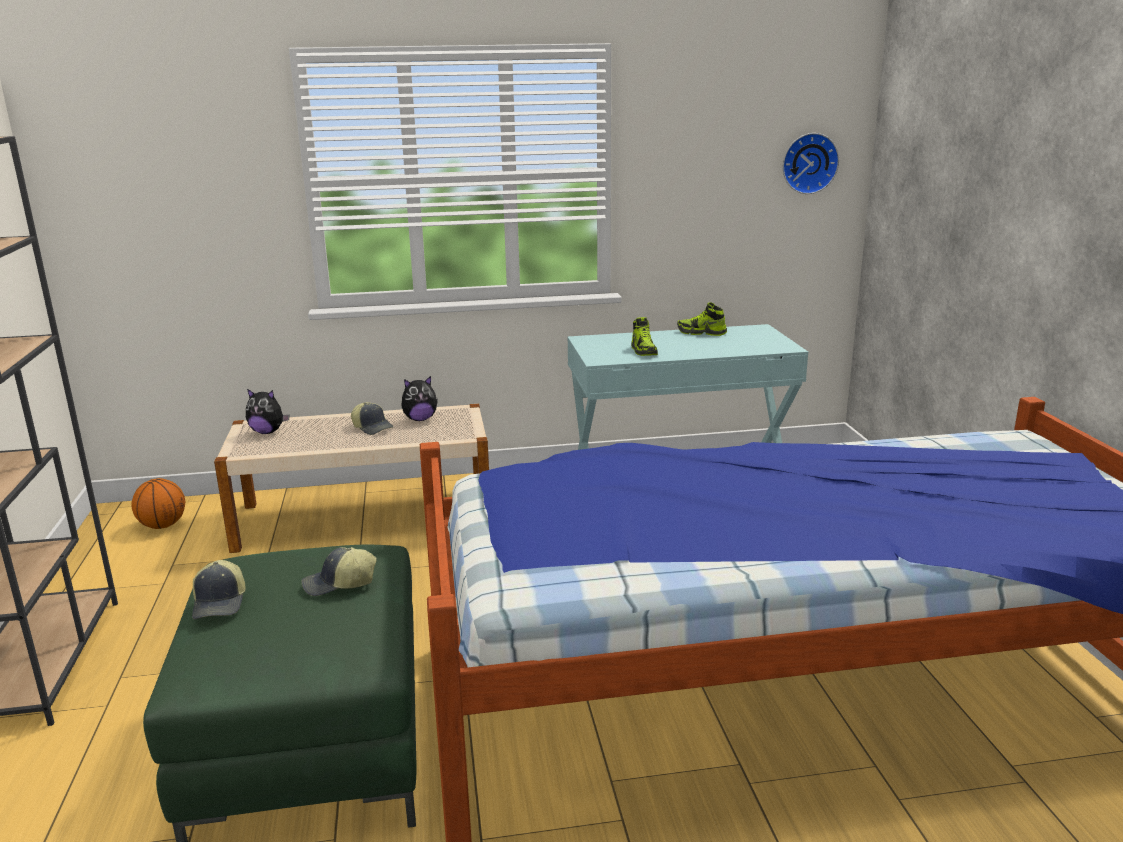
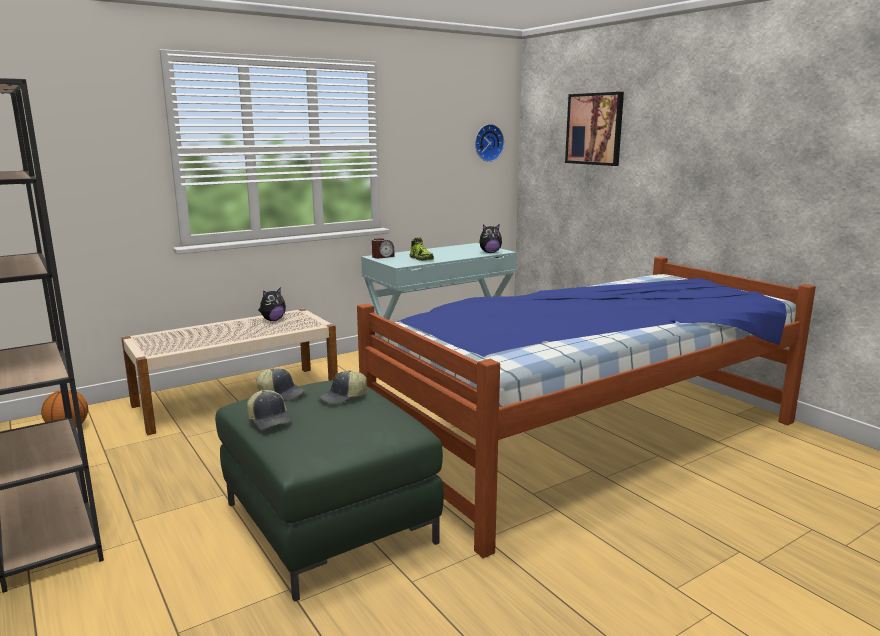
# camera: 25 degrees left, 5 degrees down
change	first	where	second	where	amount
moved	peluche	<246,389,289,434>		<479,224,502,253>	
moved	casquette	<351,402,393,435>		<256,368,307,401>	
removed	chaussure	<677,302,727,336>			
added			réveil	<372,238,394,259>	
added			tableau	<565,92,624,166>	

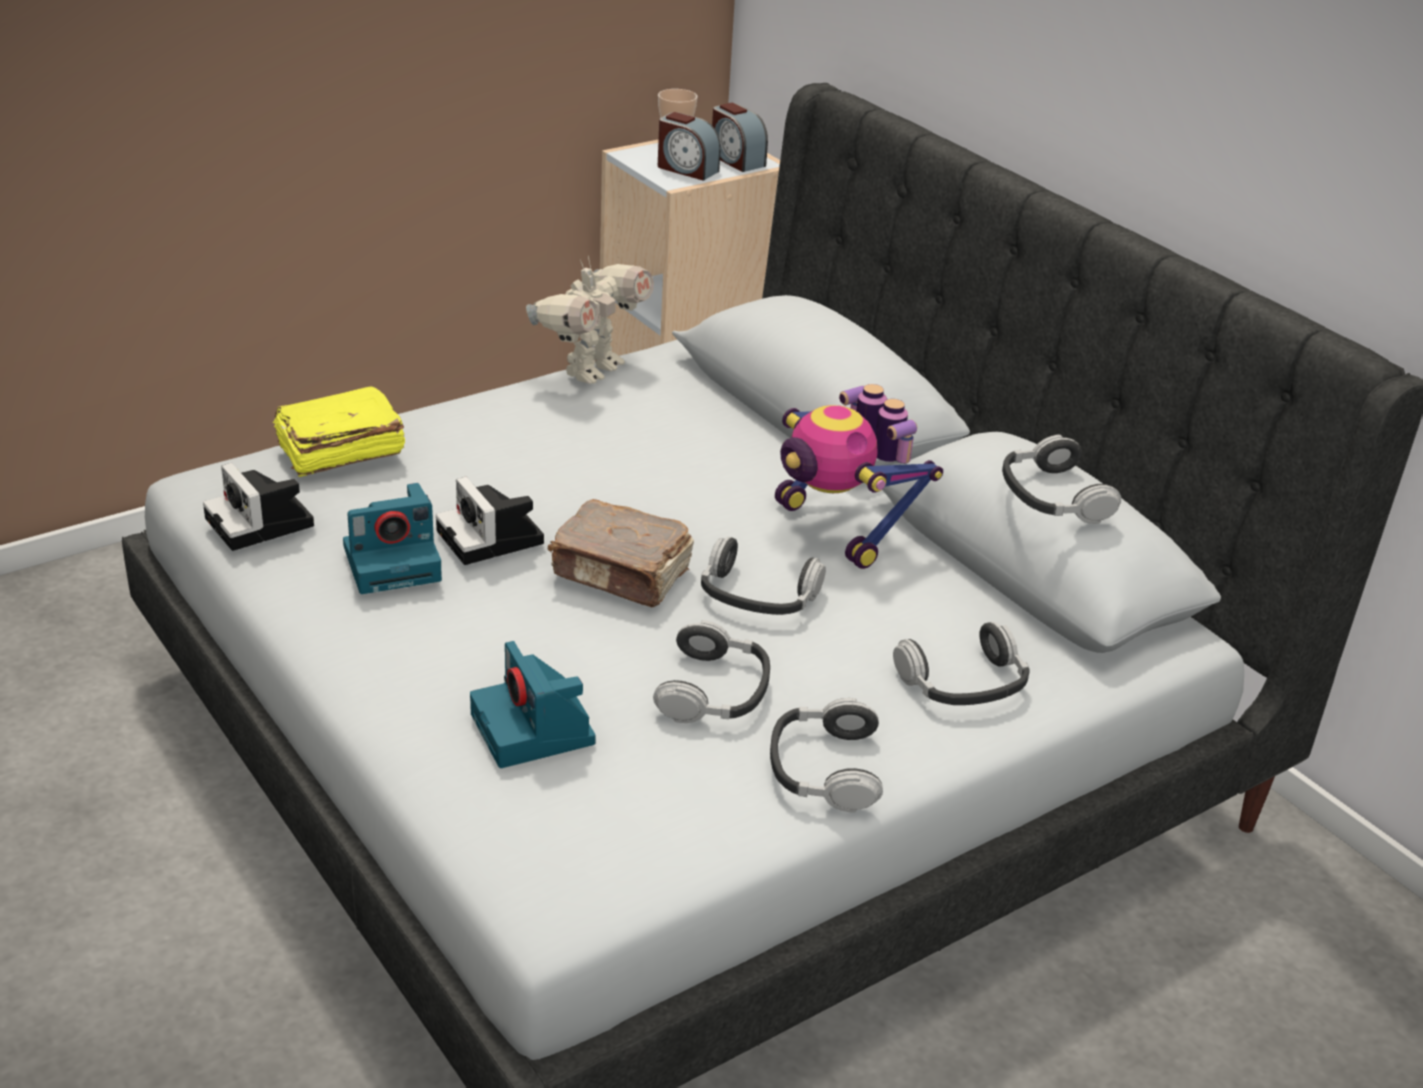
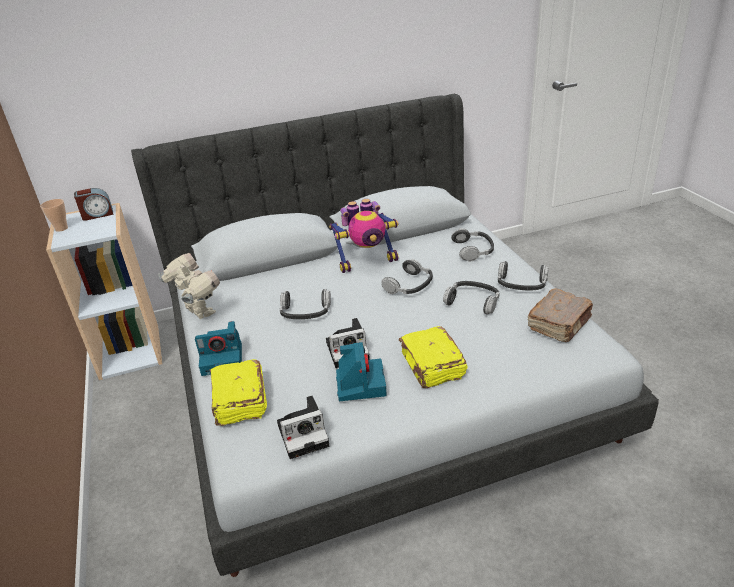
# camera: 70 degrees left, 0 degrees up
change	first	where	second	where	amount
moved	appareil photo	<470,641,596,768>		<195,321,242,376>	
moved	livre [marron]	<548,499,694,608>		<527,288,593,342>	
removed	réveil	<658,112,721,181>			
moved	casque audio	<1002,435,1121,524>		<280,289,331,319>	
added			livre [jaune]	<399,326,467,388>	

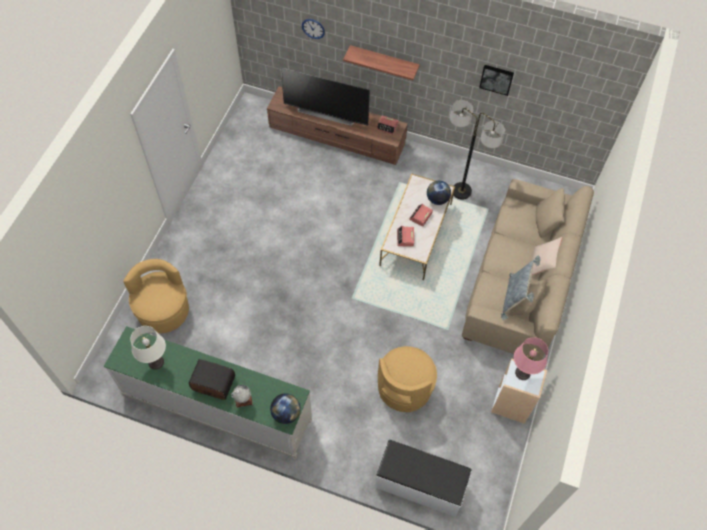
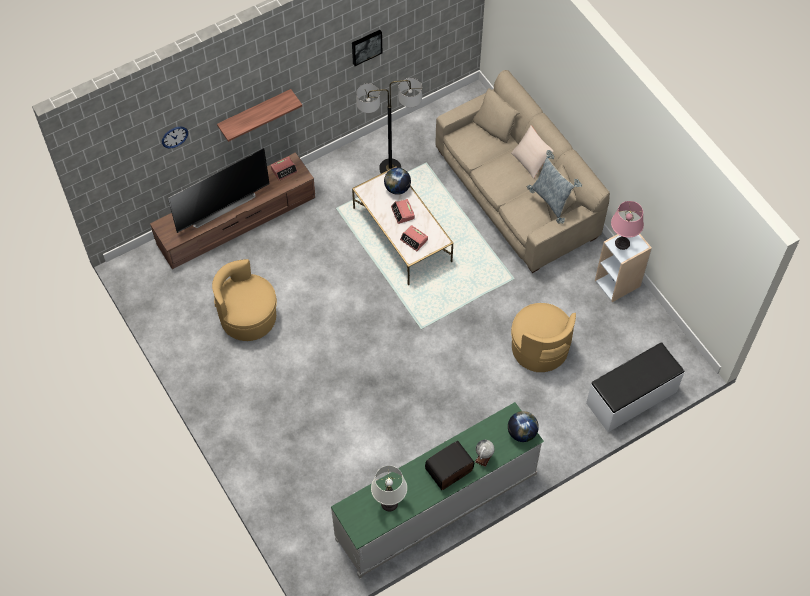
# camera: 50 degrees left, 0 degrees up
change	first	where	second	where	amount
moved	fauteuil [beige]	<124,259,189,333>		<212,259,277,341>	

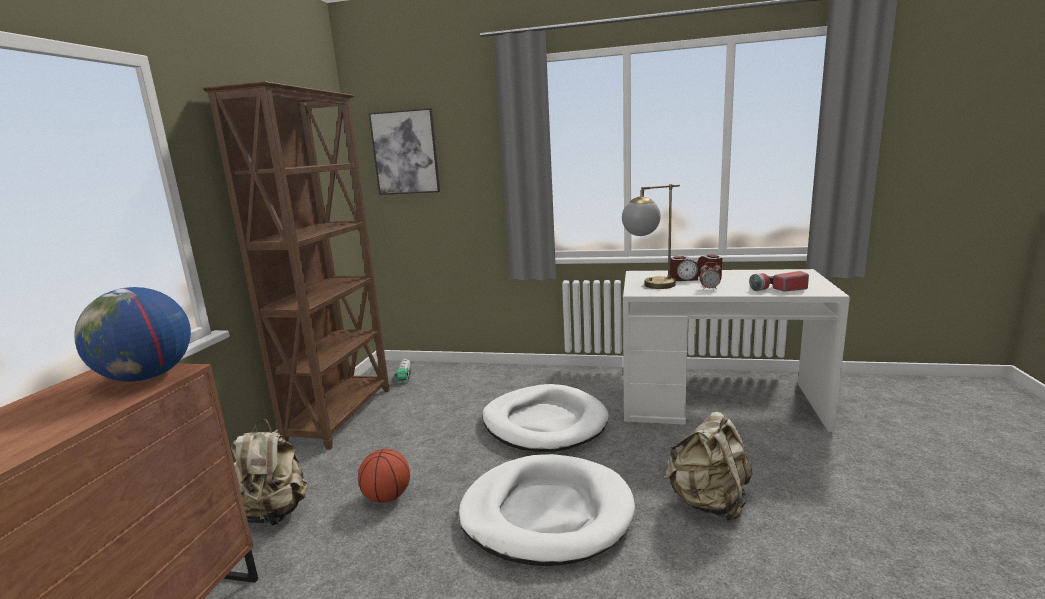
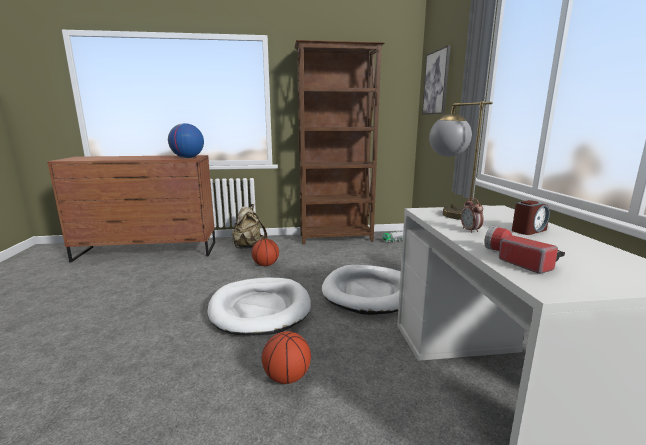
# camera: 70 degrees right, 0 degrees up
change	first	where	second	where	amount
replaced	sac à dos [beige]	<665,412,753,522>	ballon de basket	<262,331,311,384>	
removed	réveil	<670,256,699,281>			

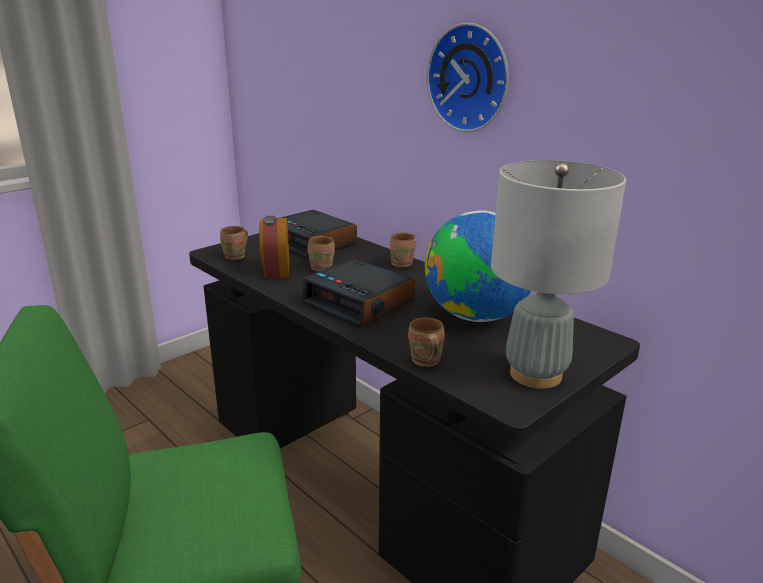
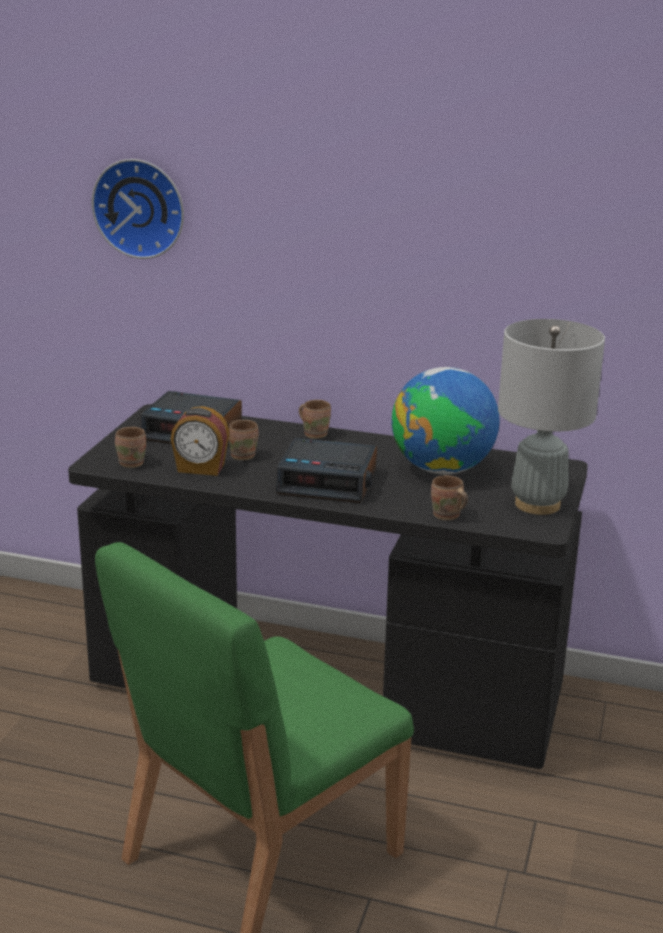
# camera: 30 degrees left, 0 degrees up
change	first	where	second	where	amount
turned	réveil	<259,216,290,278>		<171,406,229,476>	45 degrees counterclockwise
moved	horloge murale	<427,23,509,132>		<92,159,184,259>	

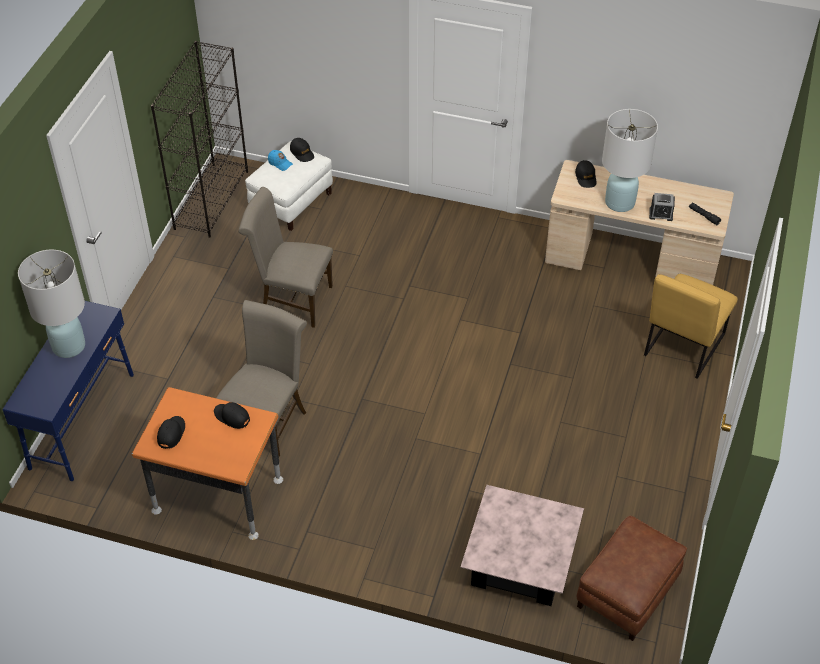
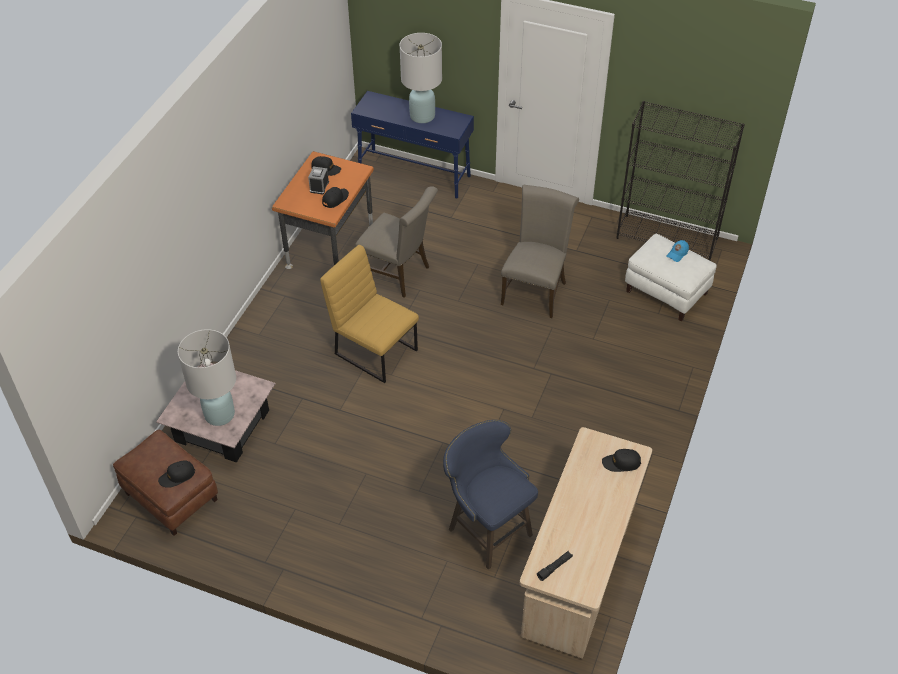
# camera: 95 degrees right, 0 degrees up
change	first	where	second	where	amount
moved	casquette [noir]	<290,138,314,162>		<158,460,195,488>	
moved	lampe de table [blanc]	<602,109,658,212>		<178,329,236,426>	
moved	chaise [jaune]	<644,274,738,379>		<320,245,419,383>	
moved	réveil	<649,193,675,221>		<308,166,329,194>	
added			tabouret [bleu]	<443,420,538,570>	

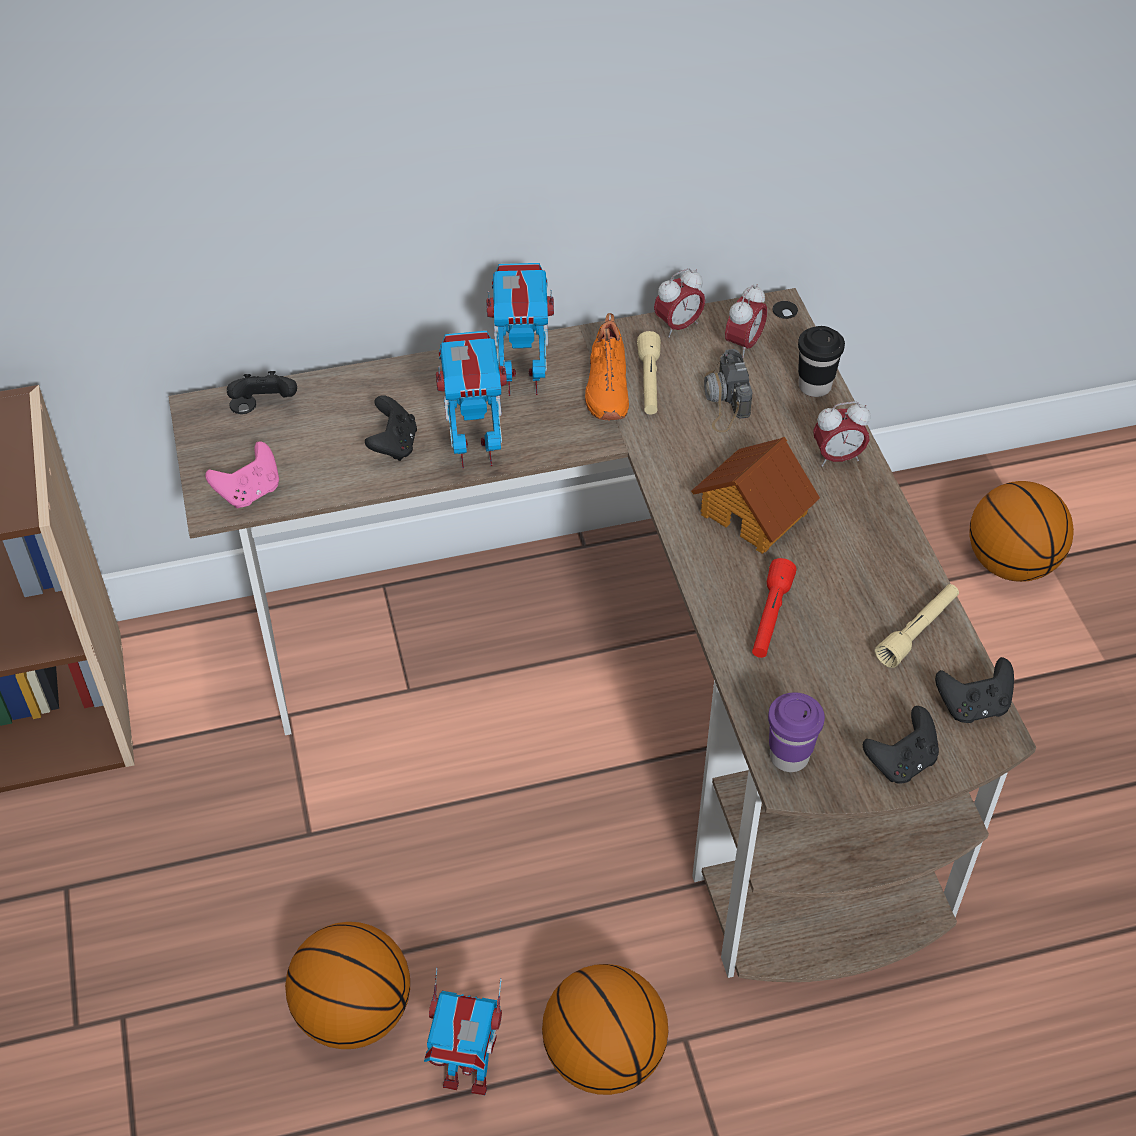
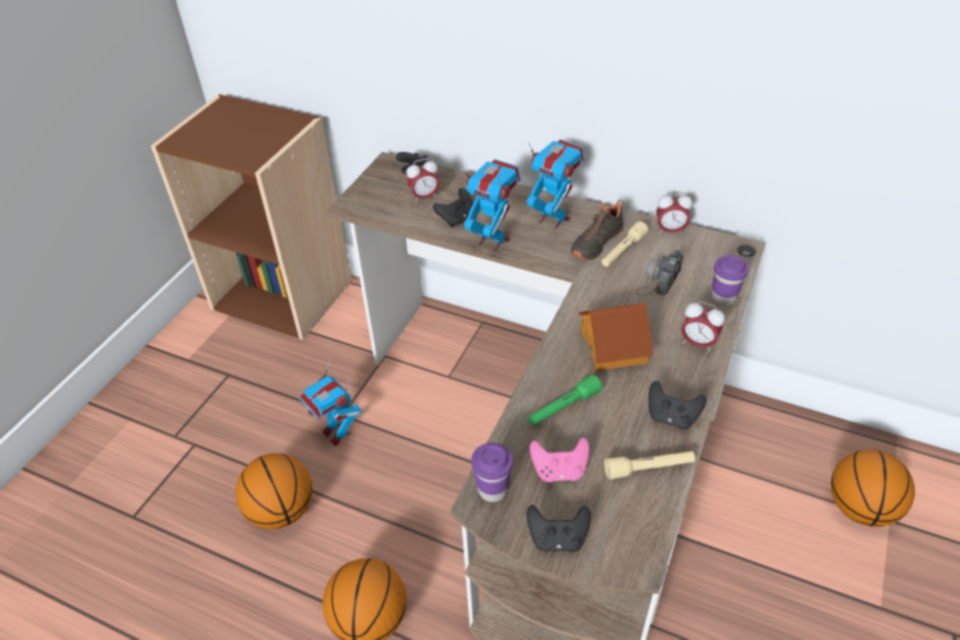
# camera: 40 degrees right, 5 degrees down
change	first	where	second	where	amount
moved	manette [rose]	<205,441,279,508>		<530,437,590,482>	
moved	robot jouet	<424,967,502,1095>		<298,360,361,446>	
recoloured	chaussure [orange]	<585,313,629,420>	chaussure [noir]	<571,200,624,260>	
moved	réveil	<725,284,767,358>		<406,158,440,203>	
recoloured	lampe de poche [rouge]	<752,558,797,658>	lampe de poche [vert]	<528,374,602,425>	
recoloured	tasse [noir]	<798,326,845,397>	tasse [violet]	<712,255,749,306>	
moved	manette [noir]	<935,657,1014,723>		<648,381,706,429>	

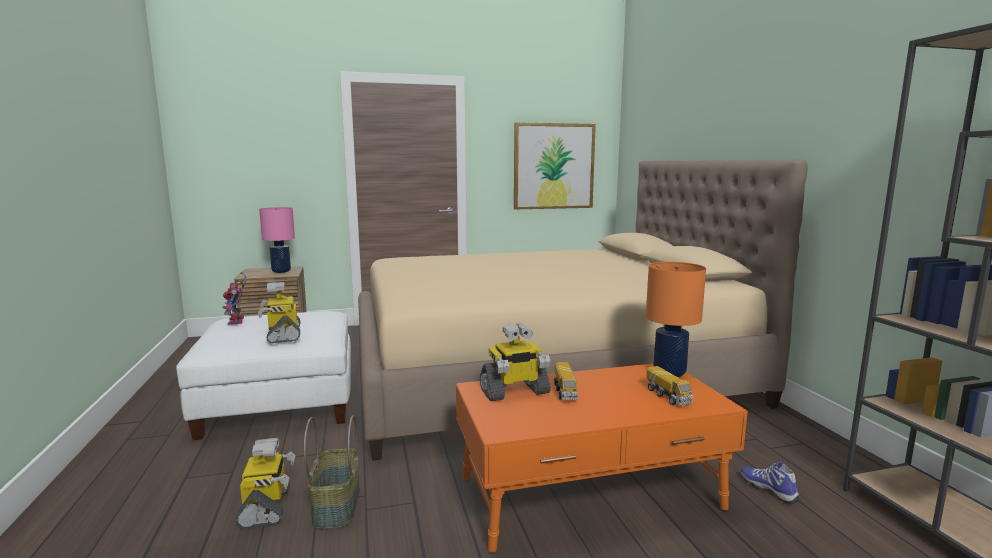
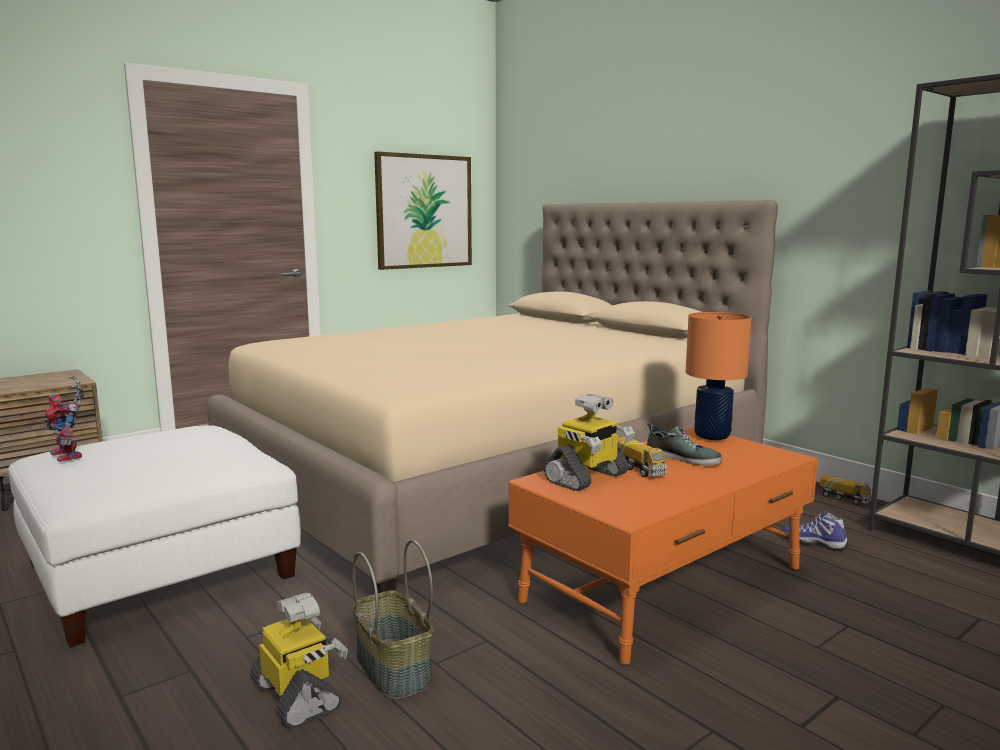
# camera: 25 degrees left, 0 degrees up
change	first	where	second	where	amount
removed	robot jouet	<258,282,300,344>			
removed	lampe de table [rose]	<259,207,295,273>			
moved	camion jouet	<646,366,693,406>		<820,475,872,505>	
added			chaussure	<647,422,722,465>	

